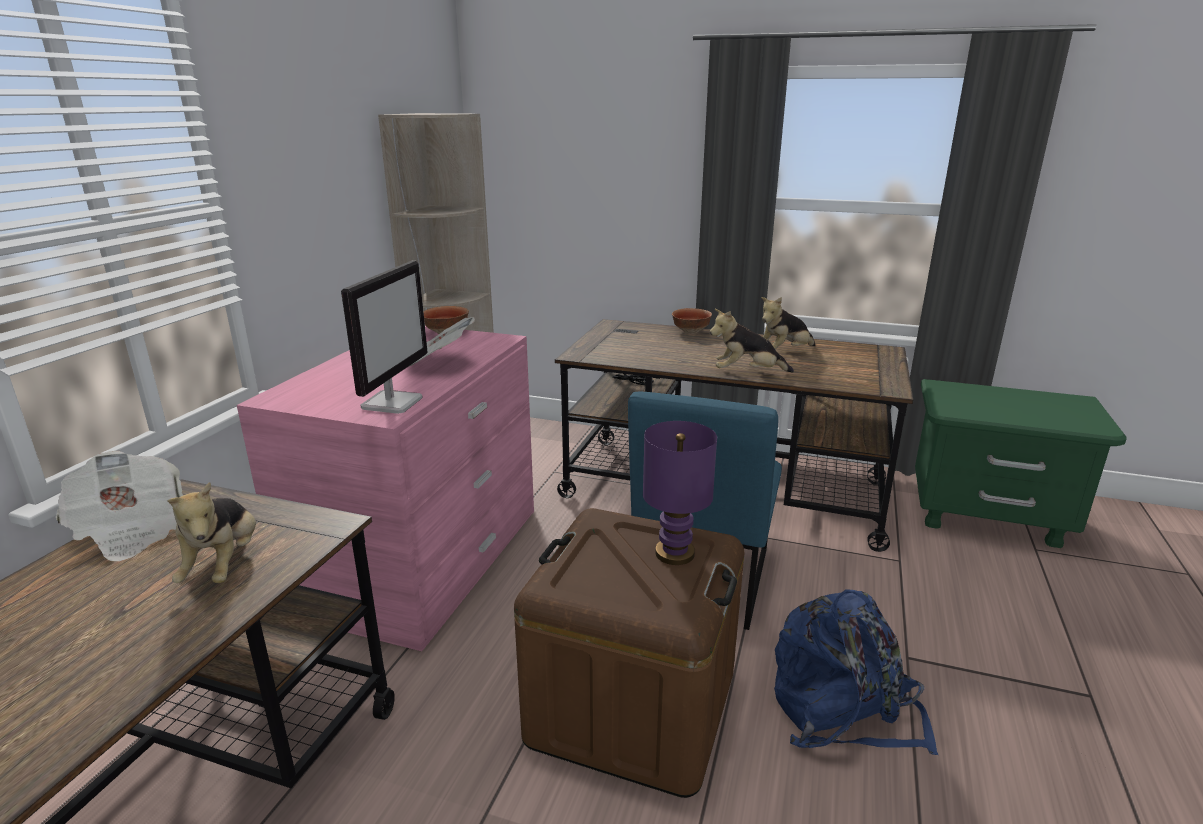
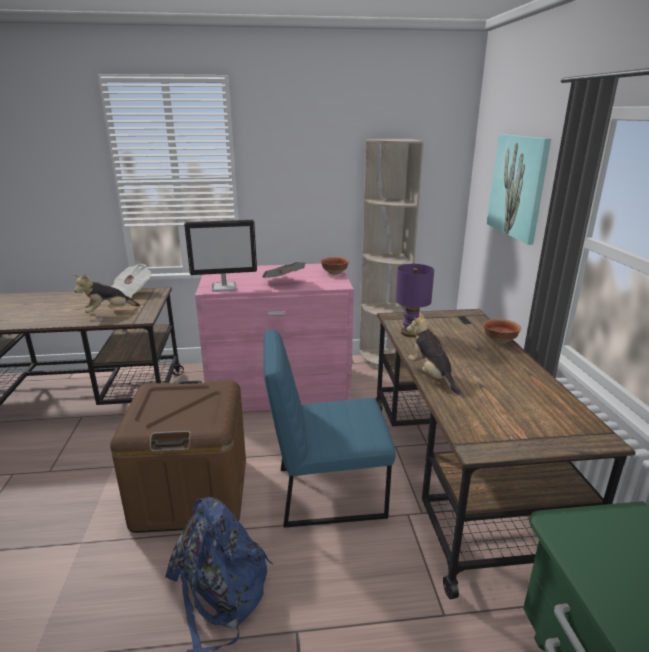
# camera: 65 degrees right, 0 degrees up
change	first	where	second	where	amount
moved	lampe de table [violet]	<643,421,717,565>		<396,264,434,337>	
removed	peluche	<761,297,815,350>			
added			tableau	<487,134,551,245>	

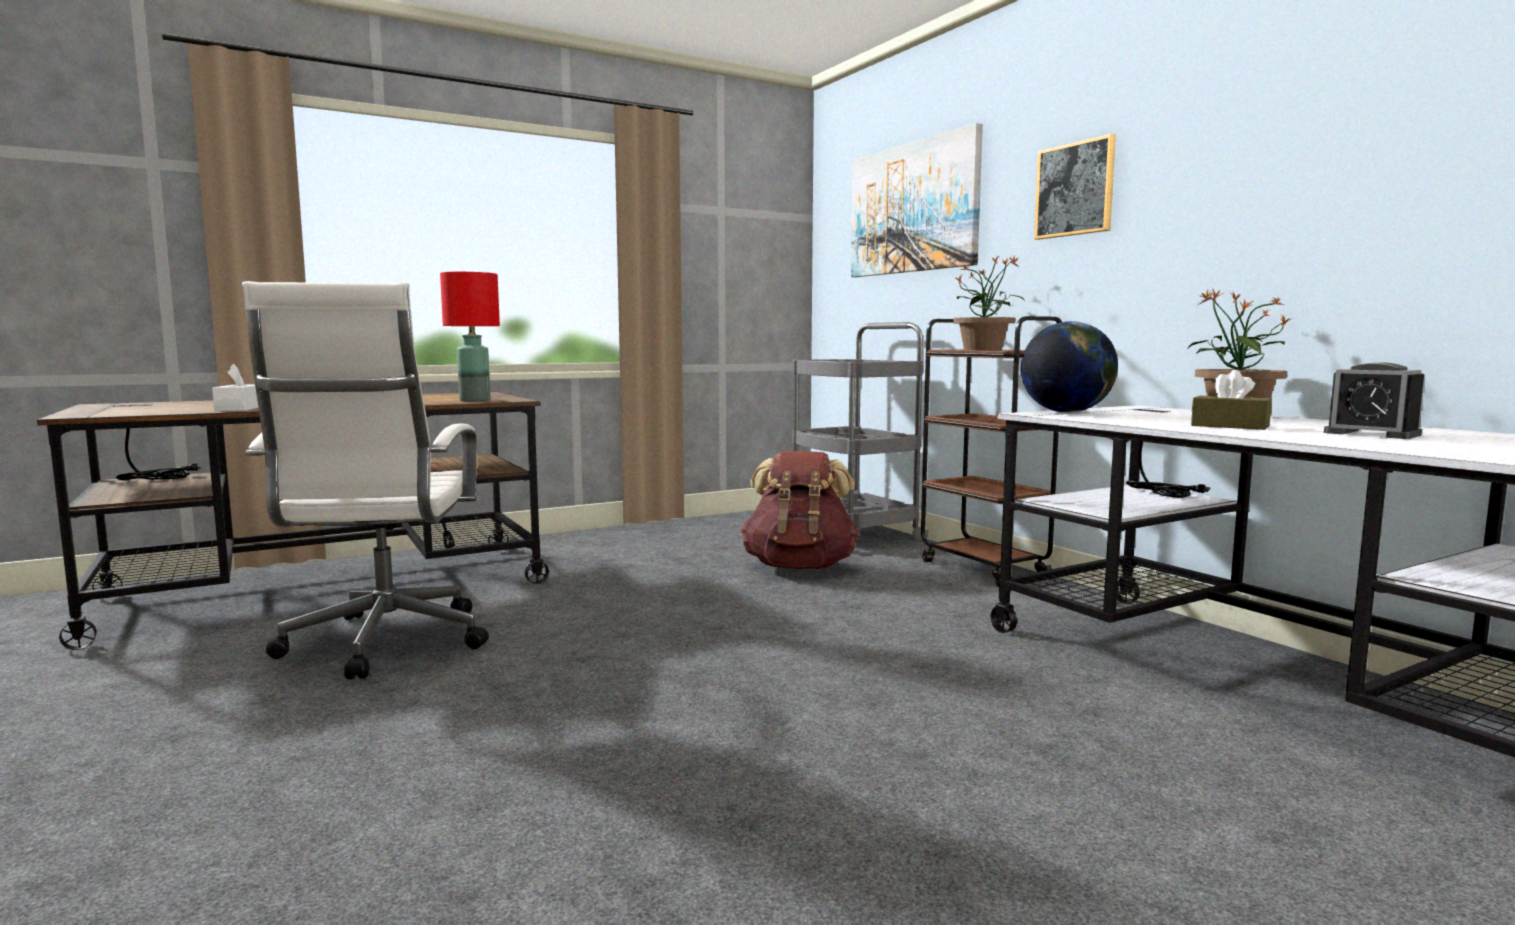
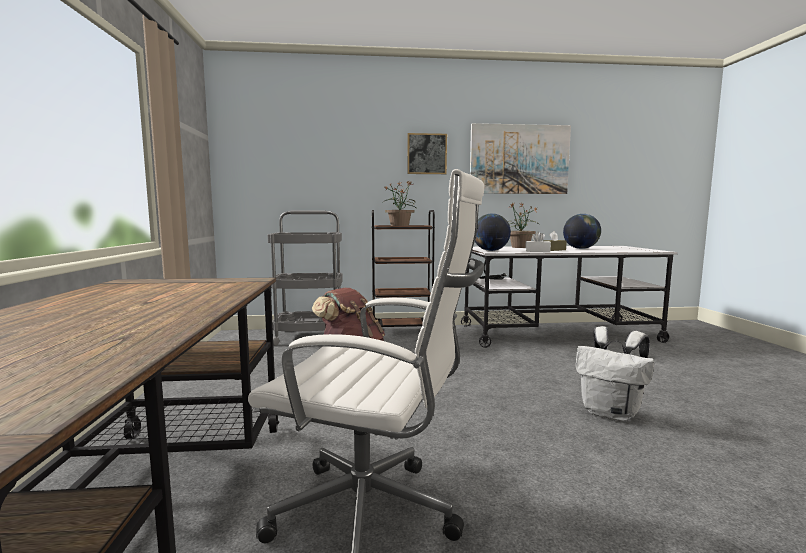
# camera: 65 degrees left, 0 degrees up
change	first	where	second	where	amount
moved	boîte à mouchoirs [blanc]	<212,364,258,411>		<525,232,551,252>	
removed	lampe de table [rouge]	<440,272,500,402>			
moved	tableau	<851,123,983,277>		<470,123,571,194>	
replaced	réveil	<1324,362,1424,439>	globe	<563,214,601,249>	
added			sac à dos [blanc]	<575,326,654,422>	

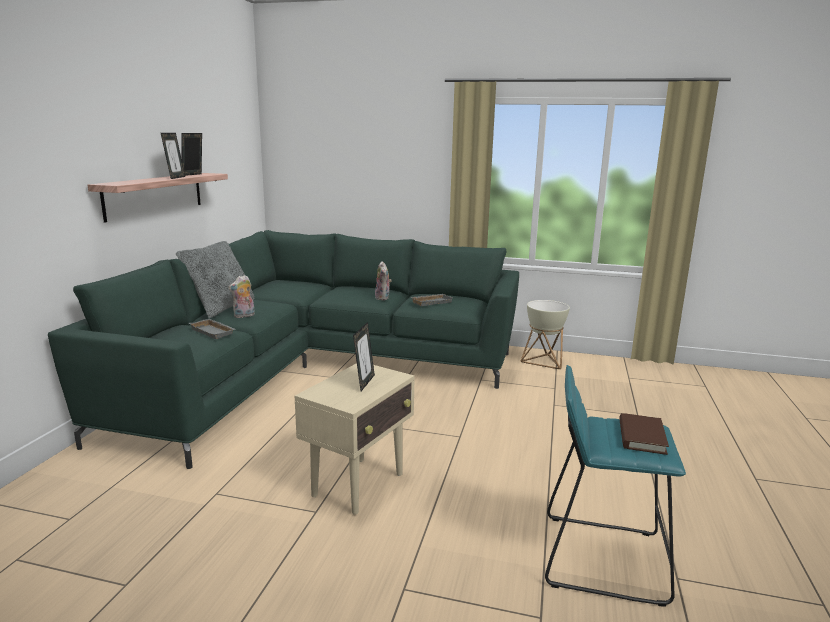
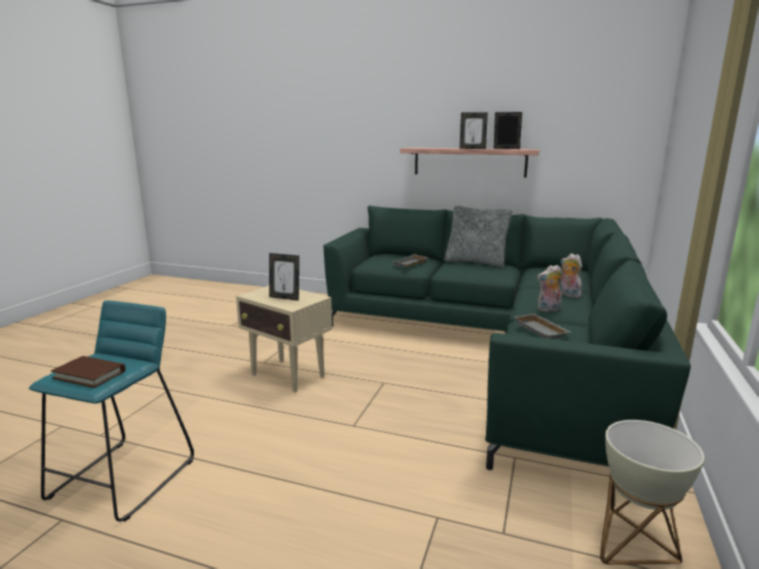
# camera: 95 degrees right, 0 degrees up
change	first	where	second	where	amount
moved	peluche	<228,275,255,318>		<560,253,582,298>	

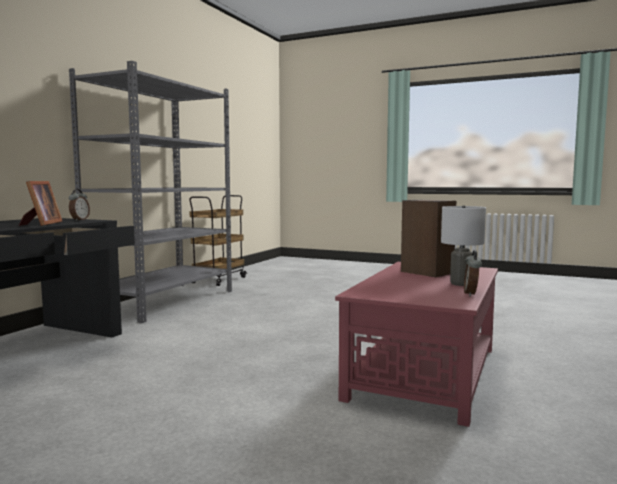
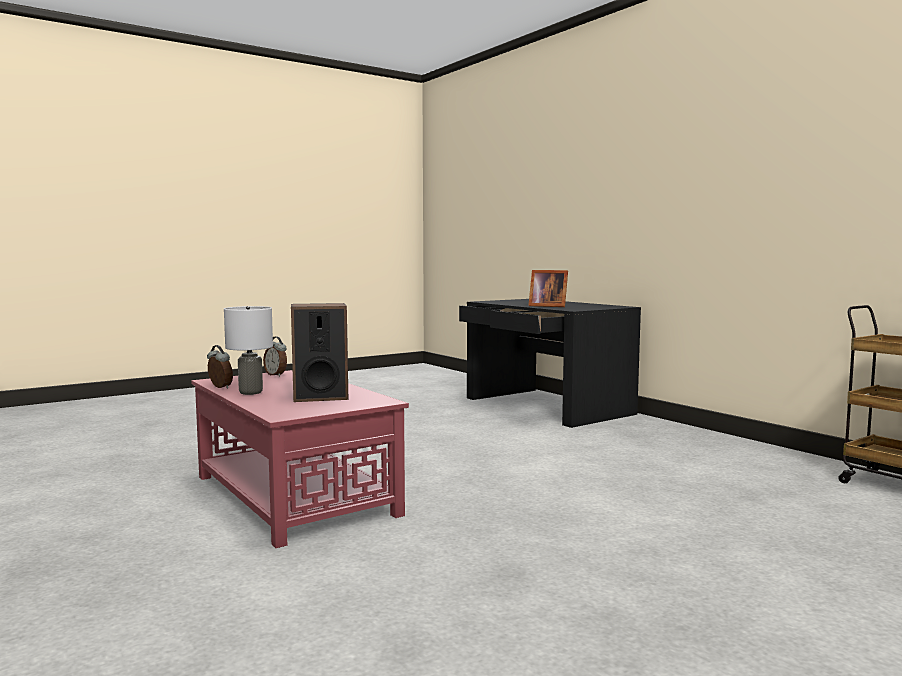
# camera: 120 degrees right, 0 degrees up
change	first	where	second	where	amount
removed	bibliothèque [gris]	<69,61,232,323>			
moved	réveil	<69,189,90,221>		<263,337,287,377>	

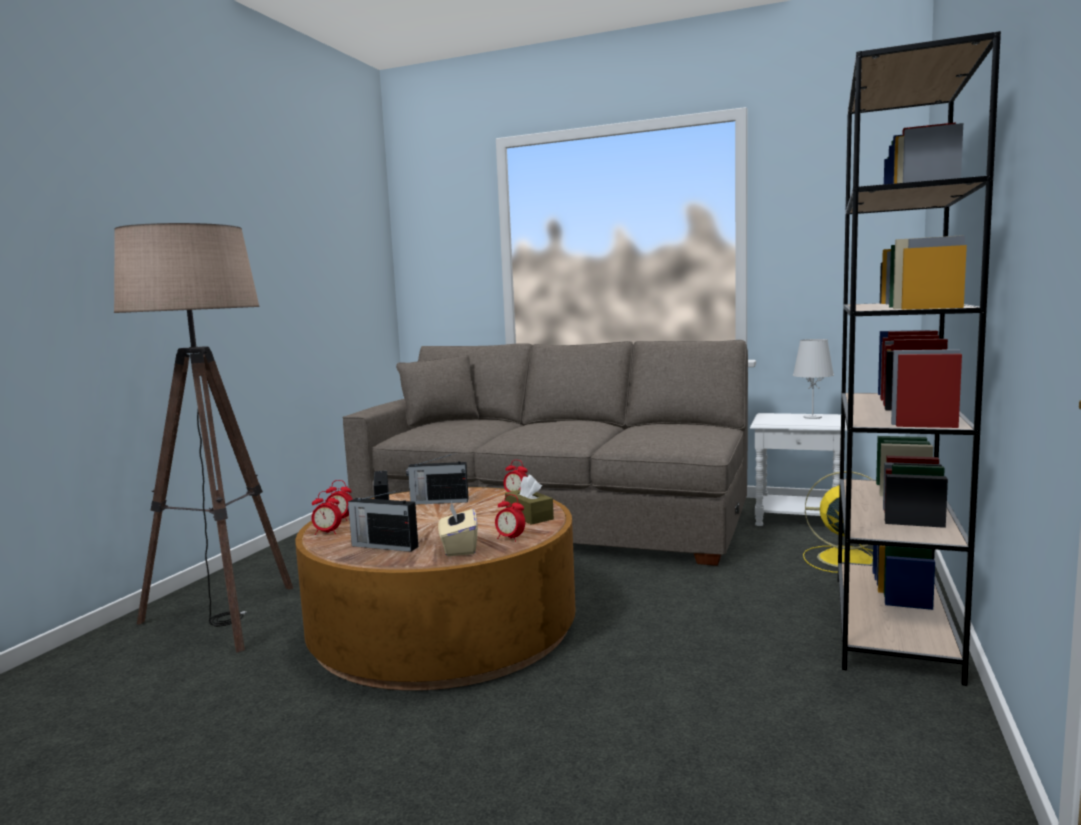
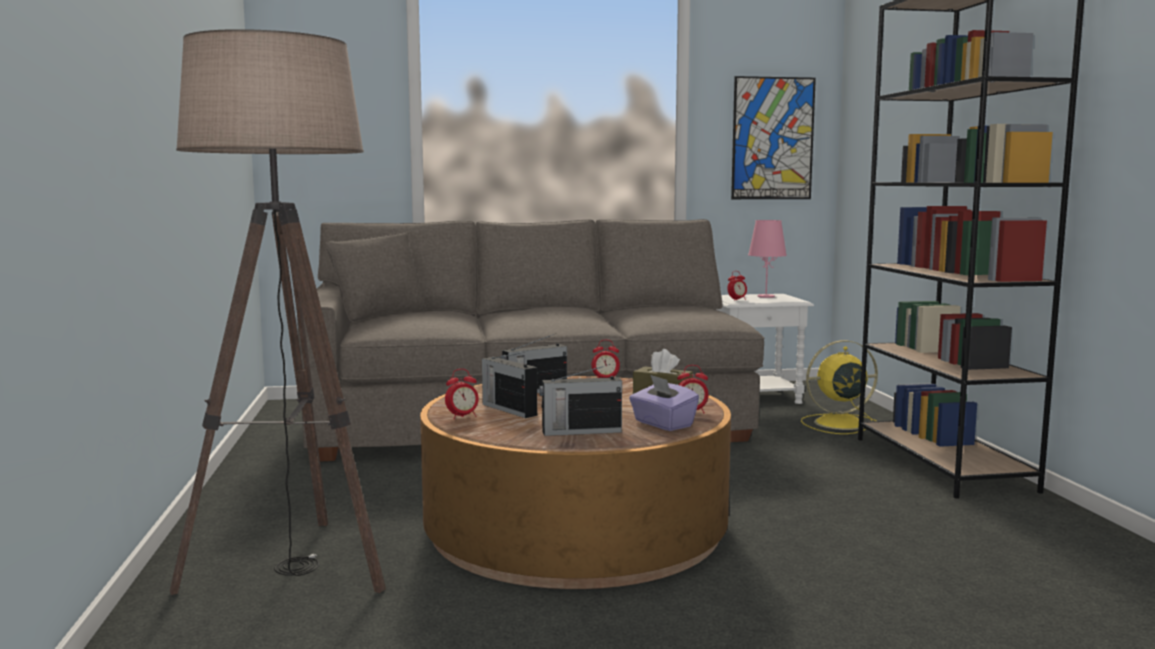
# camera: 30 degrees left, 0 degrees up
change	first	where	second	where	amount
moved	réveil	<311,491,342,535>		<727,271,747,301>	
recoloured	boîte à mouchoirs [beige]	<438,502,478,556>	boîte à mouchoirs [violet]	<629,374,699,431>	
recoloured	lampe de table [blanc]	<793,339,834,419>	lampe de table [rose]	<748,220,787,298>	
added			tableau	<731,76,816,199>	

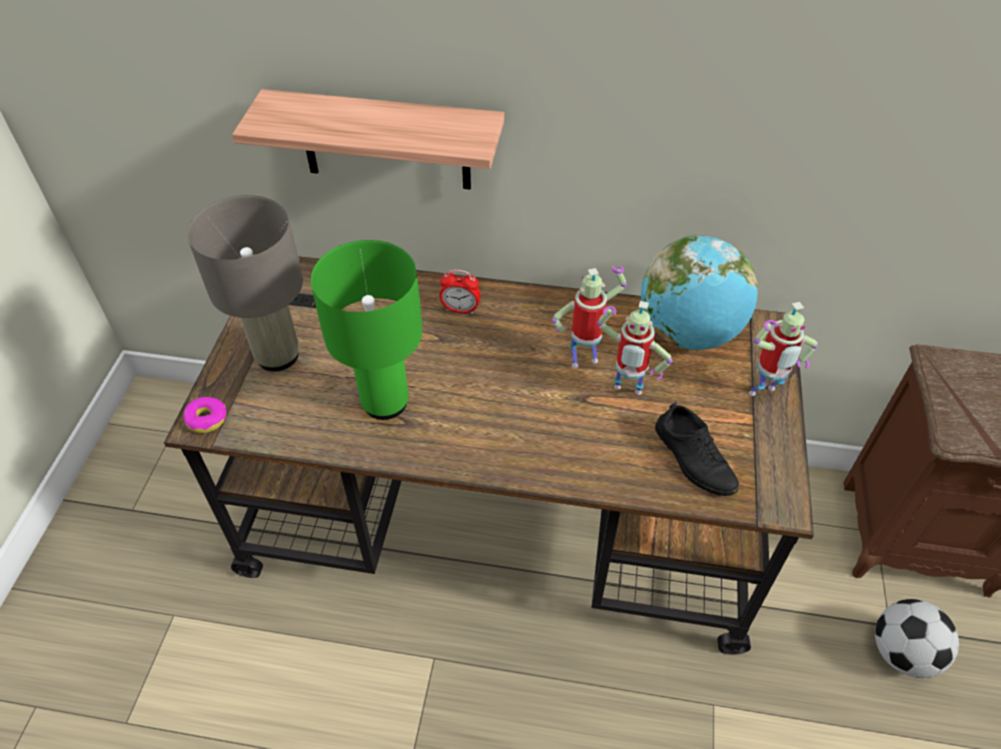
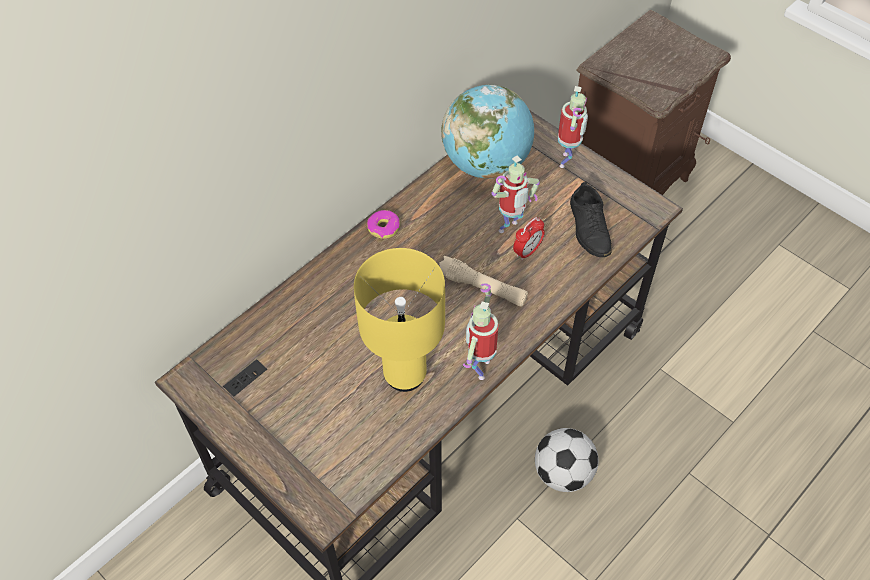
# camera: 55 degrees left, 5 degrees up
change	first	where	second	where	amount
moved	beignet	<184,397,227,433>		<367,210,400,239>	
removed	lampe de table [gris]	<187,195,303,371>			
removed	étagère	<232,89,504,190>			
recoloured	lampe de table [vert]	<311,240,422,420>	lampe de table [jaune]	<354,248,445,392>	
moved	réveil	<440,269,480,314>		<513,217,545,261>	
moved	robot jouet	<552,265,627,368>		<463,283,499,380>	
turned	chaussure [noir]	<655,402,739,496>		<570,182,612,257>	75 degrees clockwise
moved	ballon de foot	<875,599,959,678>		<535,428,598,492>	
added			lampe de poche [beige]	<439,256,528,307>	

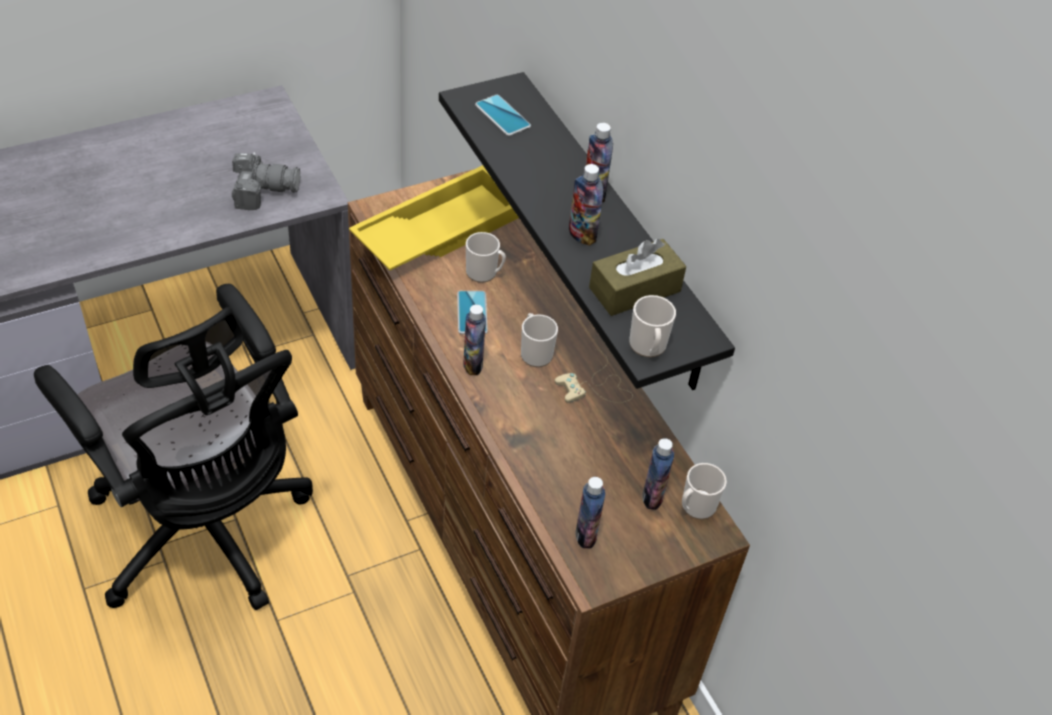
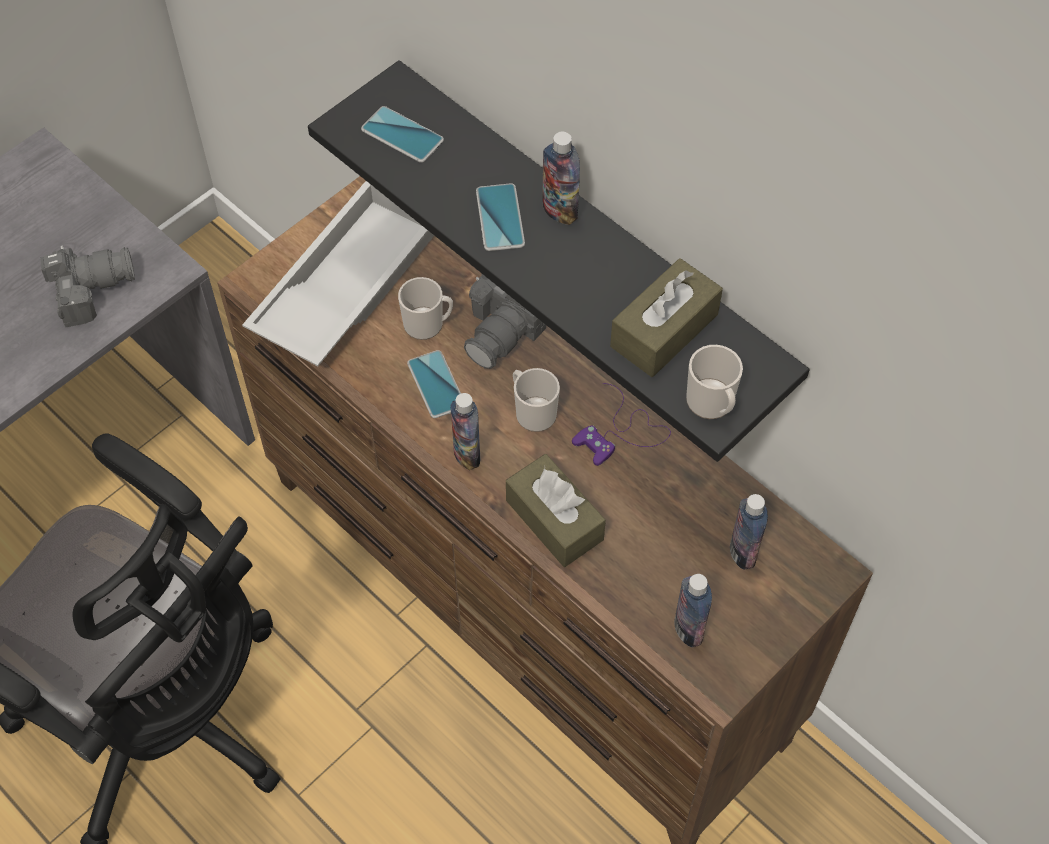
# camera: 15 degrees left, 10 degrees up
change	first	where	second	where	amount
recoloured	plateau [jaune]	<349,165,519,270>	plateau [blanc]	<242,181,434,366>	
recoloured	manette [beige]	<554,349,633,403>	manette [violet]	<572,383,671,466>	
removed	bouteille	<569,164,603,246>			
removed	mug	<682,463,727,519>			
added			appareil photo	<464,274,546,369>	
added			téléphone	<476,183,525,251>	
added			boîte à mouchoirs [marron]	<506,454,606,567>	

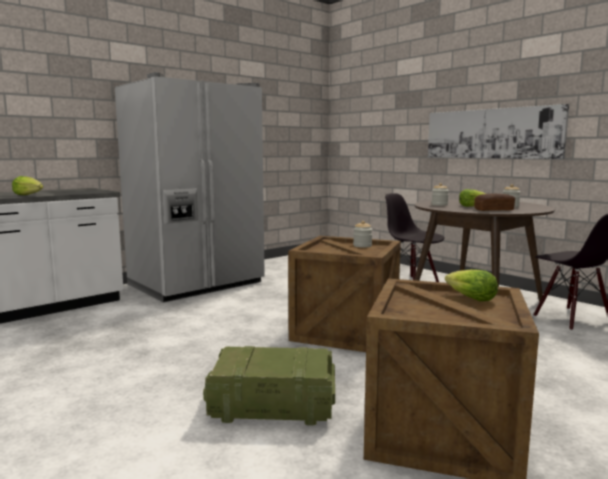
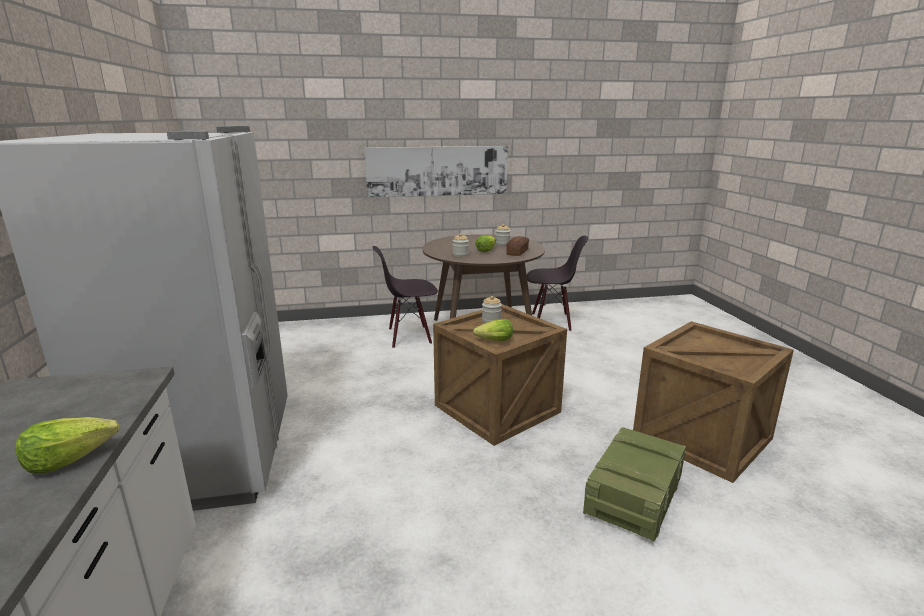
# camera: 60 degrees left, 10 degrees up
change	first	where	second	where	amount
moved	laitue	<445,269,498,301>		<473,319,513,341>	

